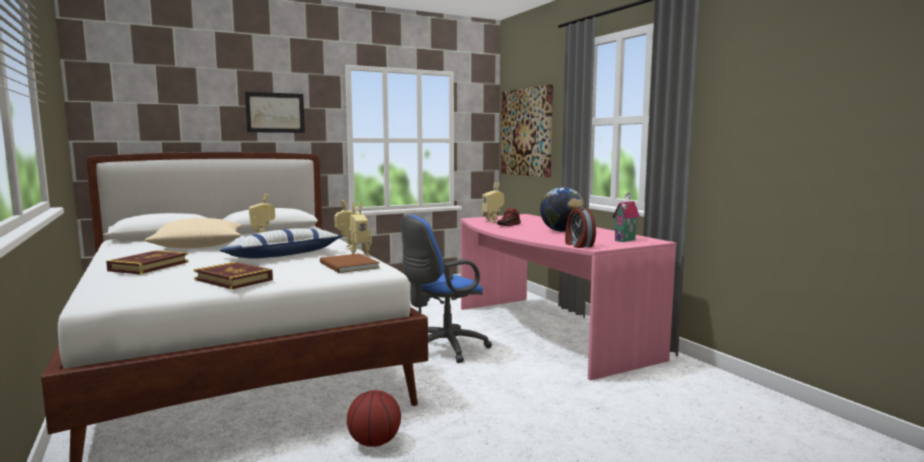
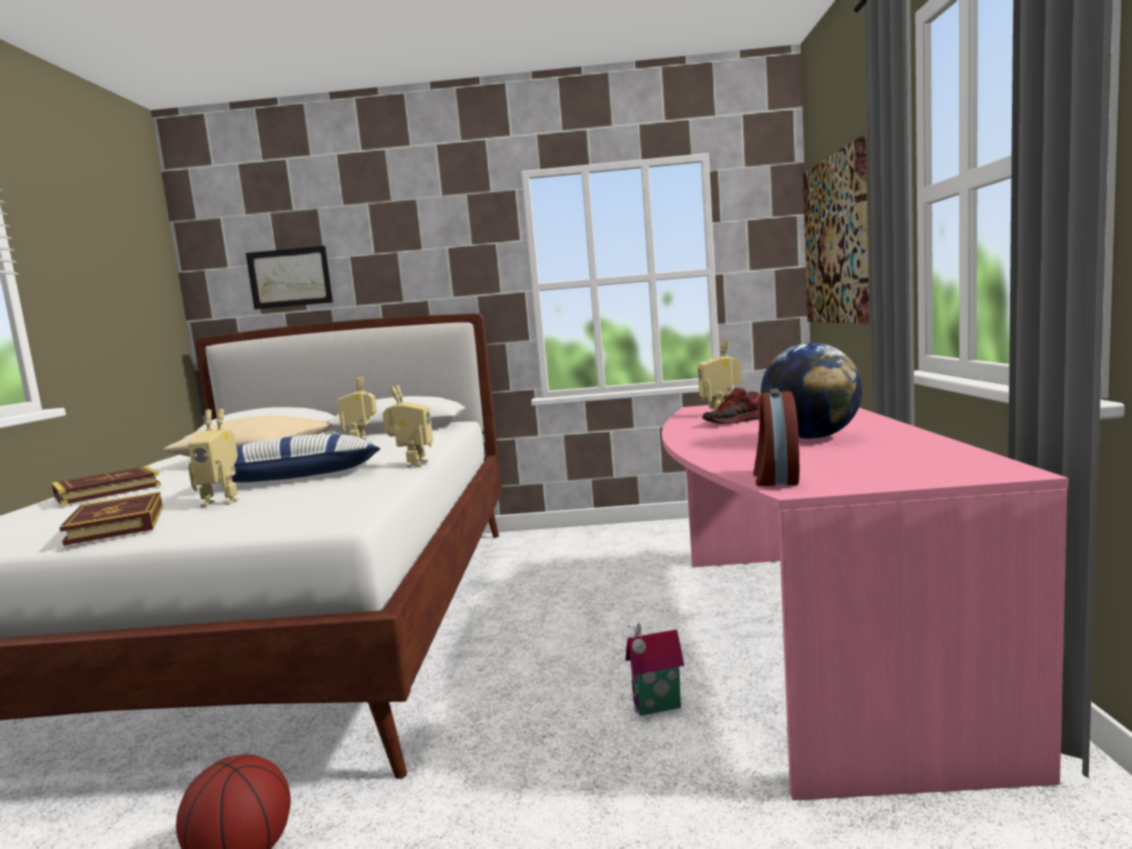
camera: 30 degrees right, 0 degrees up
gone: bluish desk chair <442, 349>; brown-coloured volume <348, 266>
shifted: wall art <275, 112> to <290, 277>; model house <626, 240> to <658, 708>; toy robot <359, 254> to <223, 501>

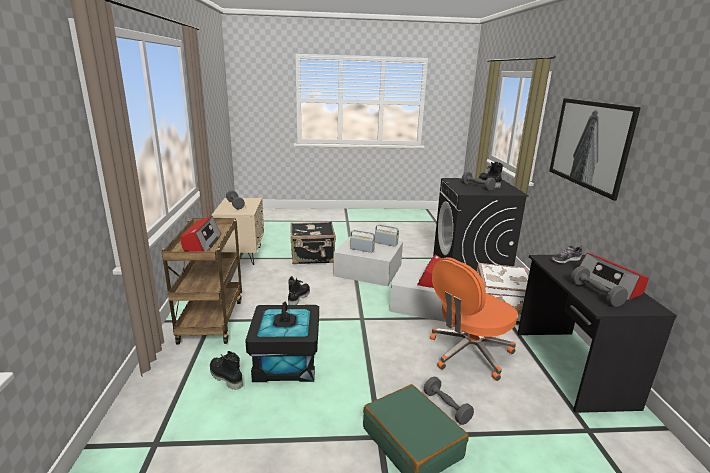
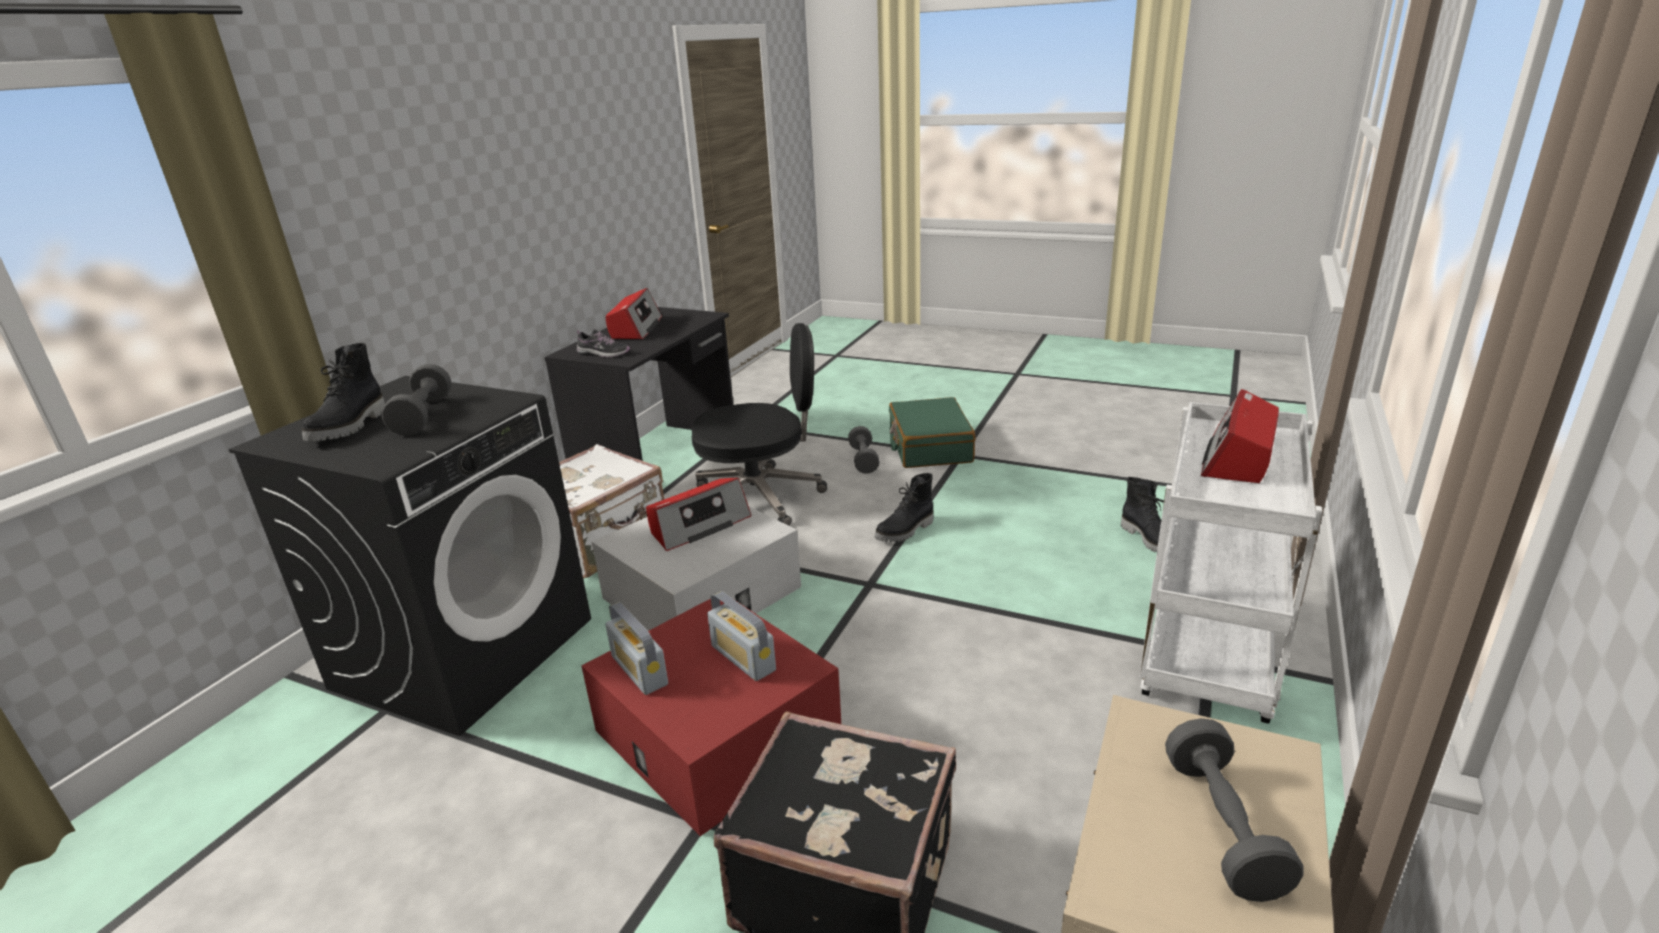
camera: 150 degrees left, 5 degrees up
gone: wall art <589, 144>; grey hand weight <595, 294>; black-coloured storage bin <286, 362>
shifted: black-coloured boot <298, 297> to <905, 531>
repainted: brown-coloured trolley <211, 320> to white trolley <1210, 656>; white storage bin <368, 270> to red-coloured storage bin <717, 733>; orange desk chair <468, 353> to black-coloured desk chair <760, 497>

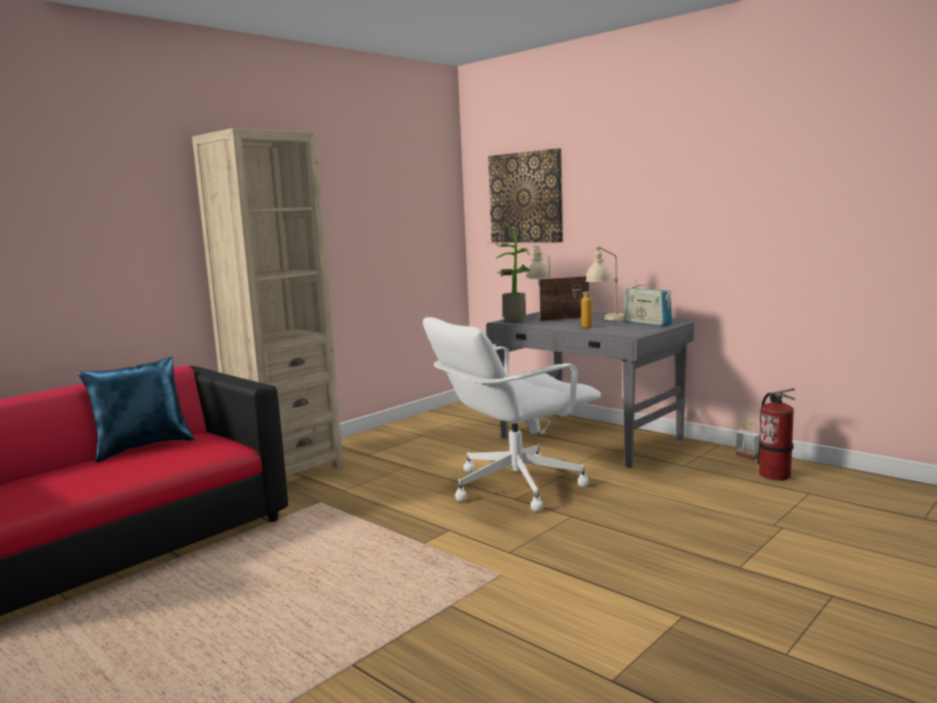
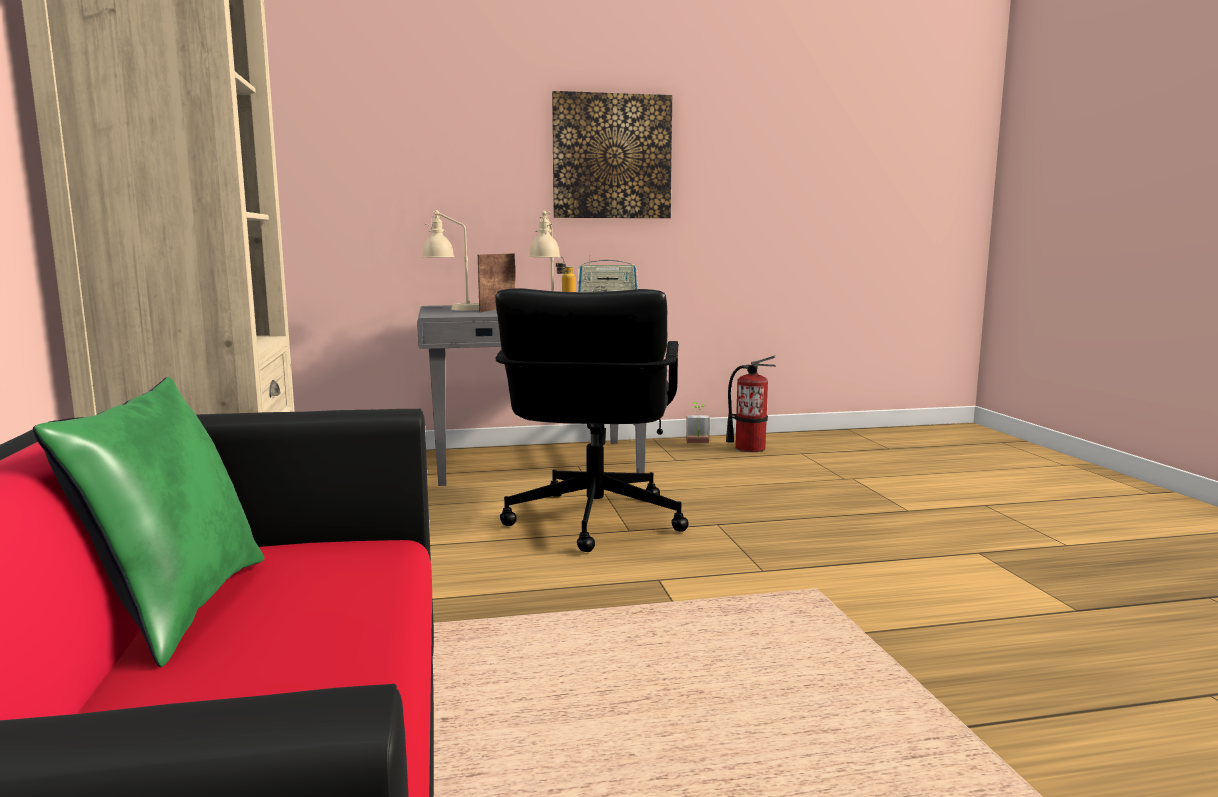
camera: 55 degrees left, 0 degrees up
gone: plant in a pot <514, 320>
shifted: wall art <526, 197> to <612, 156>
repainted: white desk chair <514, 486> to black-coloured desk chair <593, 520>; bluish pillow <143, 448> to green pillow <178, 608>

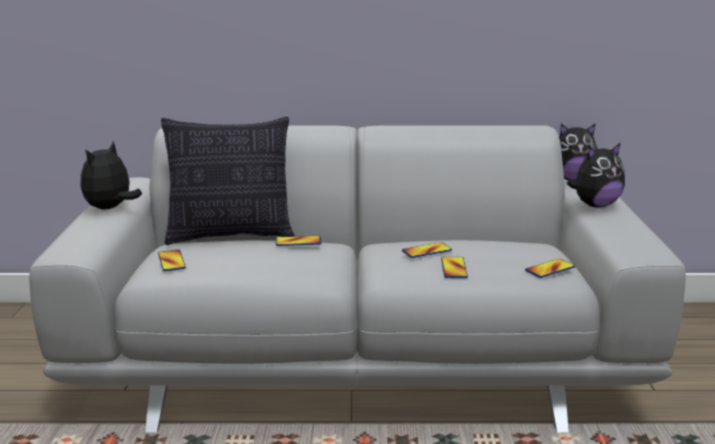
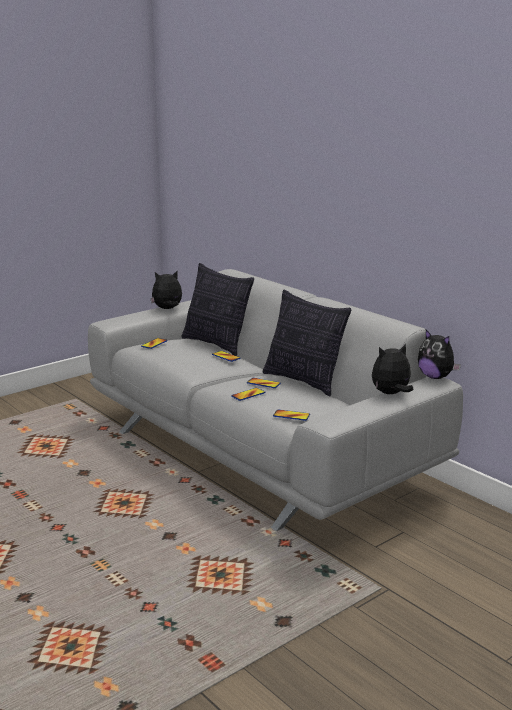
camera: 50 degrees right, 0 degrees up
new: pillow <304, 381>
rotated: cuddly toy <595, 205> = <391, 394> 135 degrees clockwise

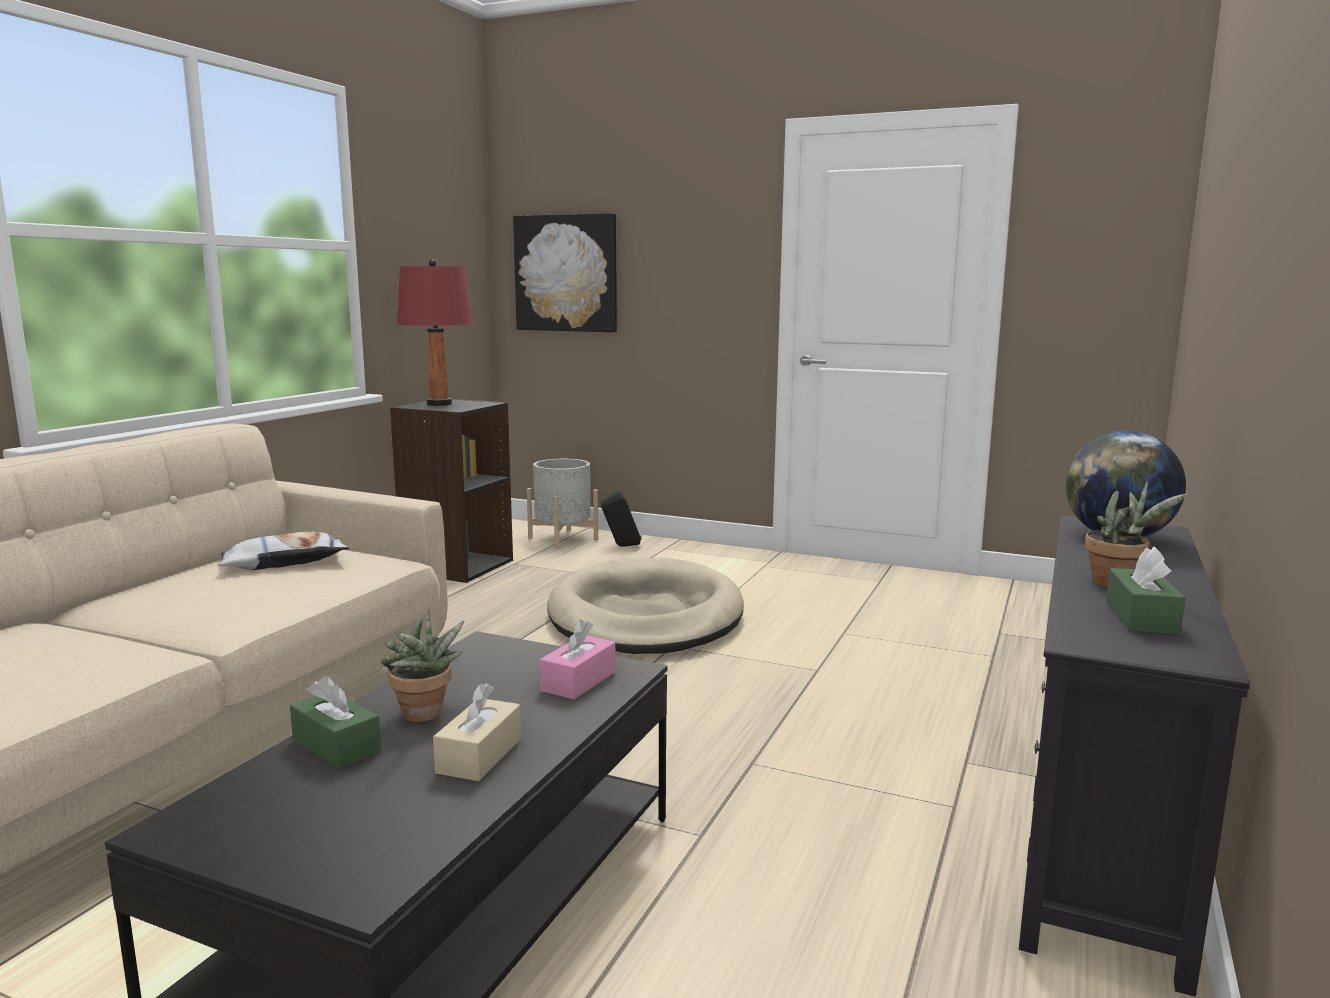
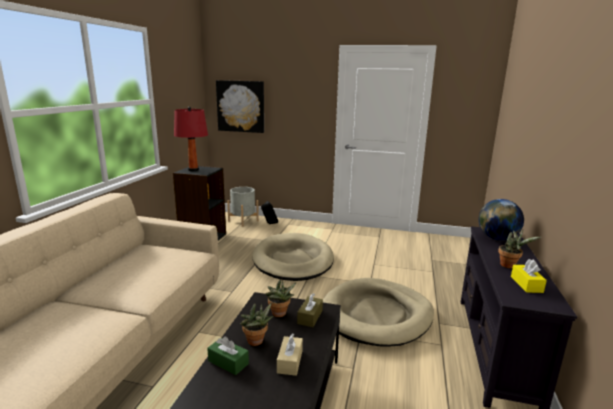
camera: 10 degrees left, 5 degrees up
gone: pillow <284, 562>
new: beige dog bed <376, 315>; plant in a pot <279, 314>
repainted: green tissue box <1141, 618> to yellow tissue box <526, 284>; pinkish tissue box <578, 681> to brown-coloured tissue box <310, 317>

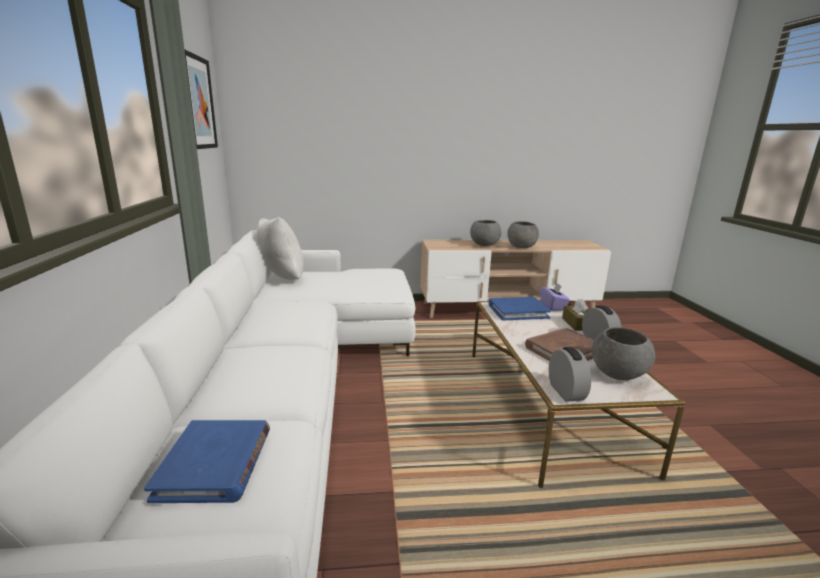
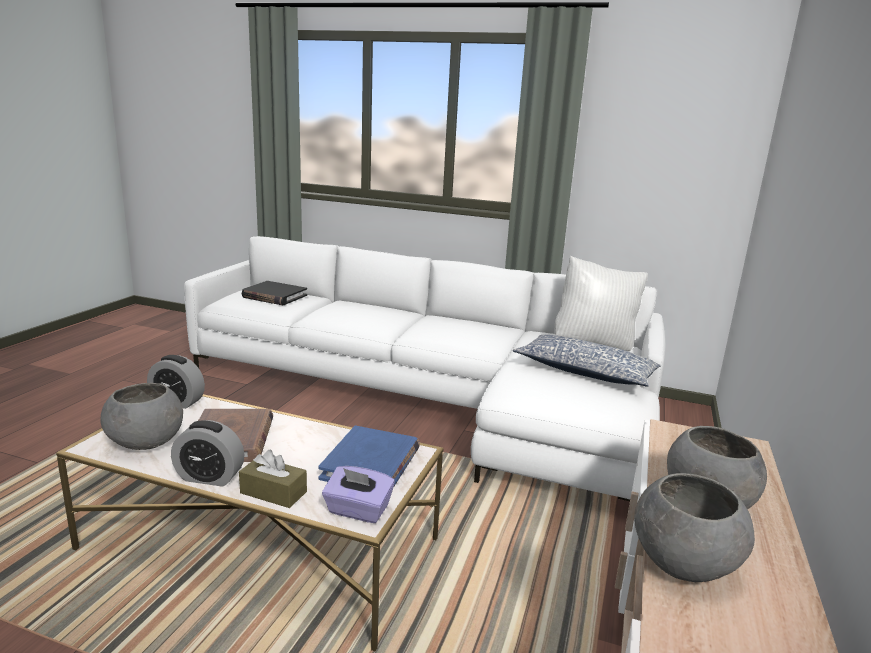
camera: 115 degrees right, 0 degrees up
gone: wall art <198, 103>
new: pillow <585, 372>
repainted: bluish volume <215, 464> to black-coloured volume <274, 296>

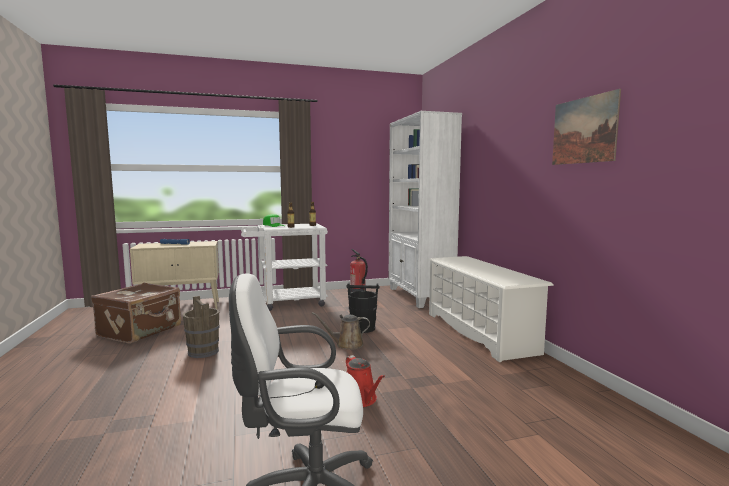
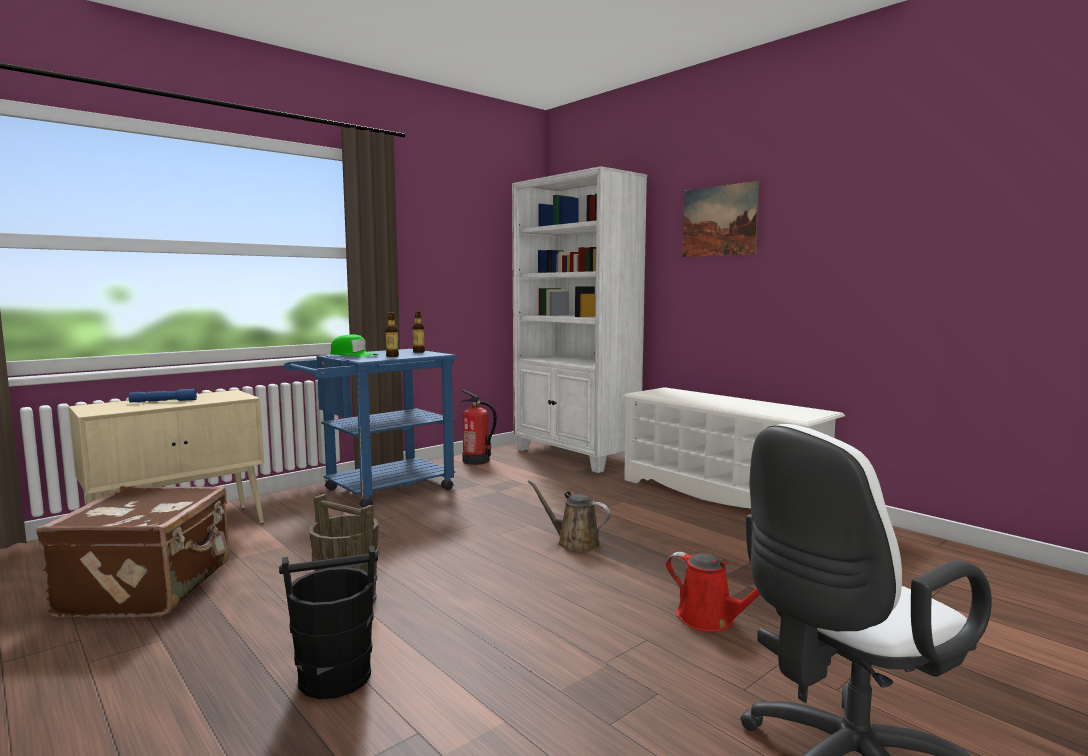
camera: 25 degrees left, 0 degrees up
shifted: wall art <584, 130> to <719, 221>; black-coloured water bucket <363, 328> to <335, 677>
repainted: white trolley <287, 302> to bluish trolley <379, 491>
rotated: brown-coloured watering can <346, 345> = <574, 543> 60 degrees clockwise

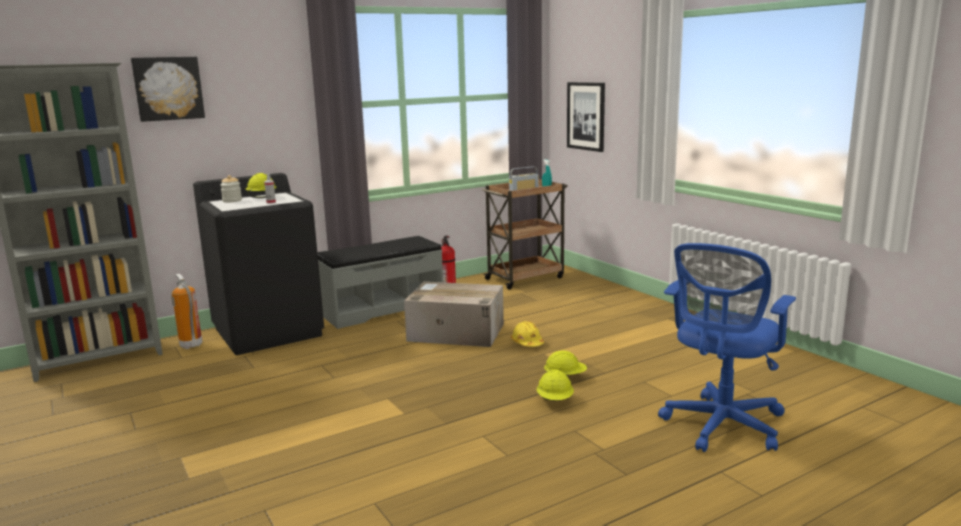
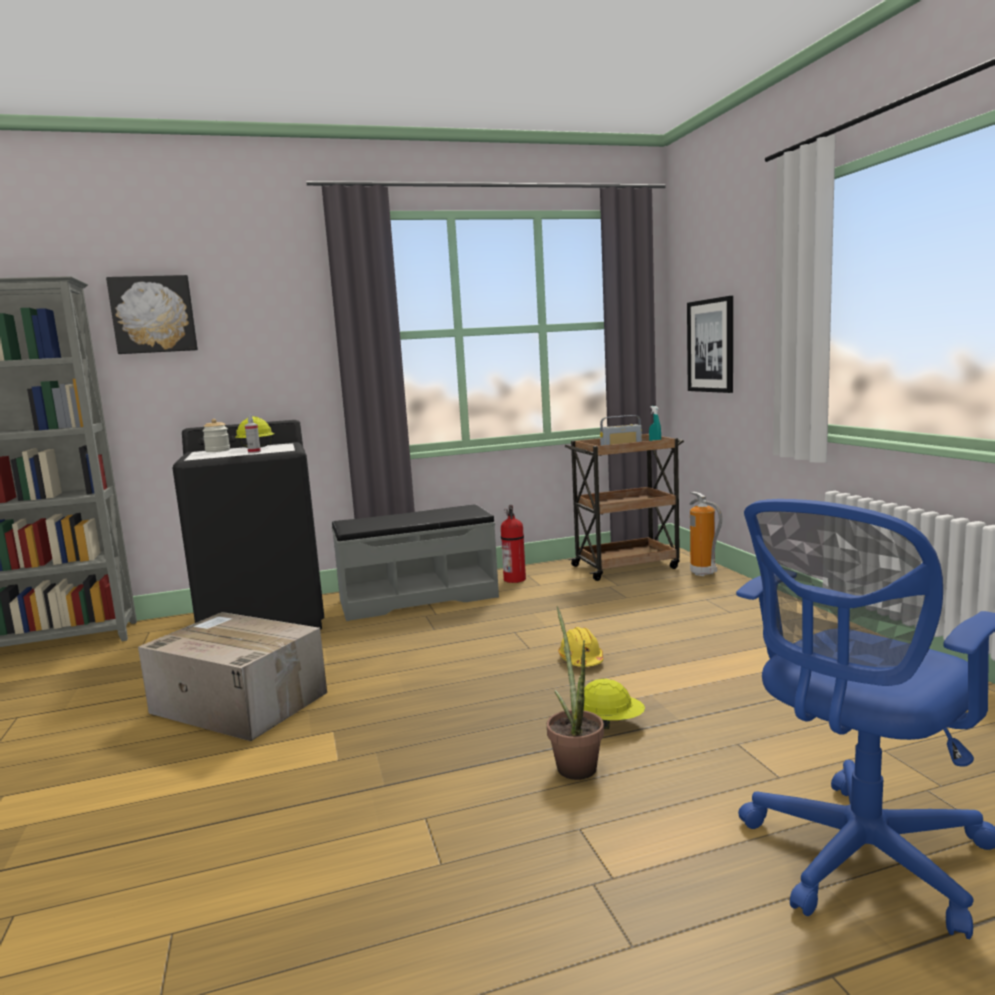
camera: 15 degrees right, 5 degrees down
shifted: fire-fighting cylinder <191, 346> to <703, 573>; carton <454, 332> to <237, 702>
swapped: yellow hard hat <555, 400> to plant in a pot <575, 763>

